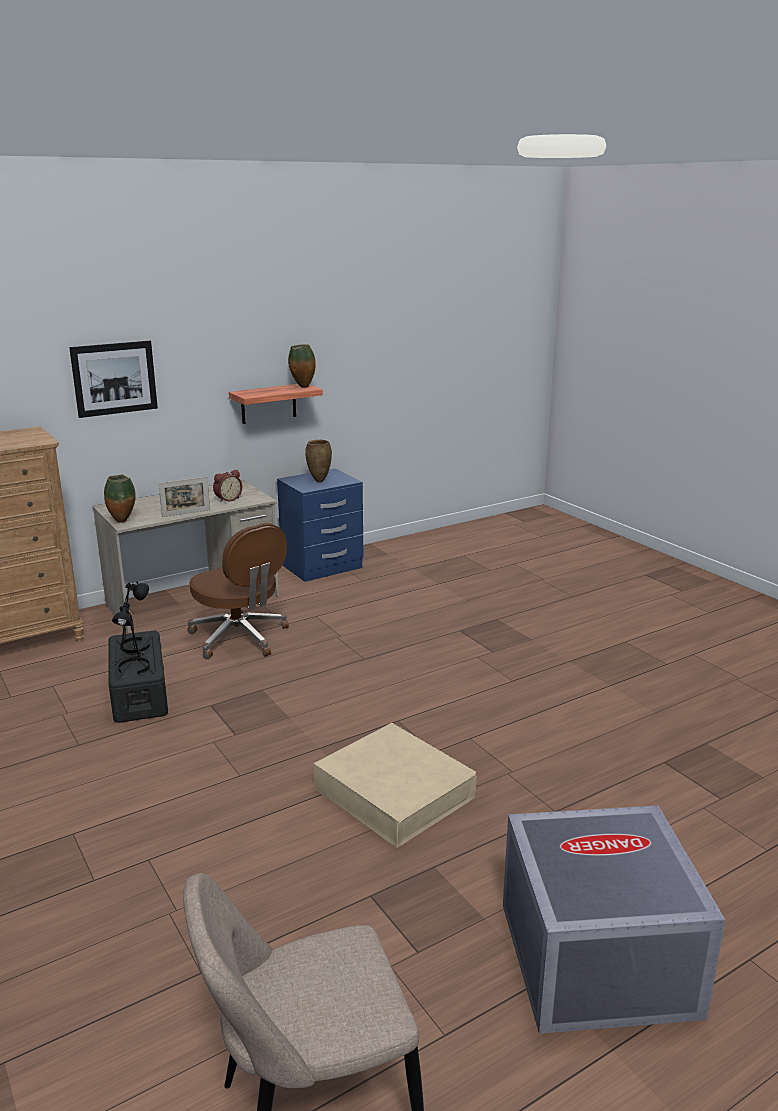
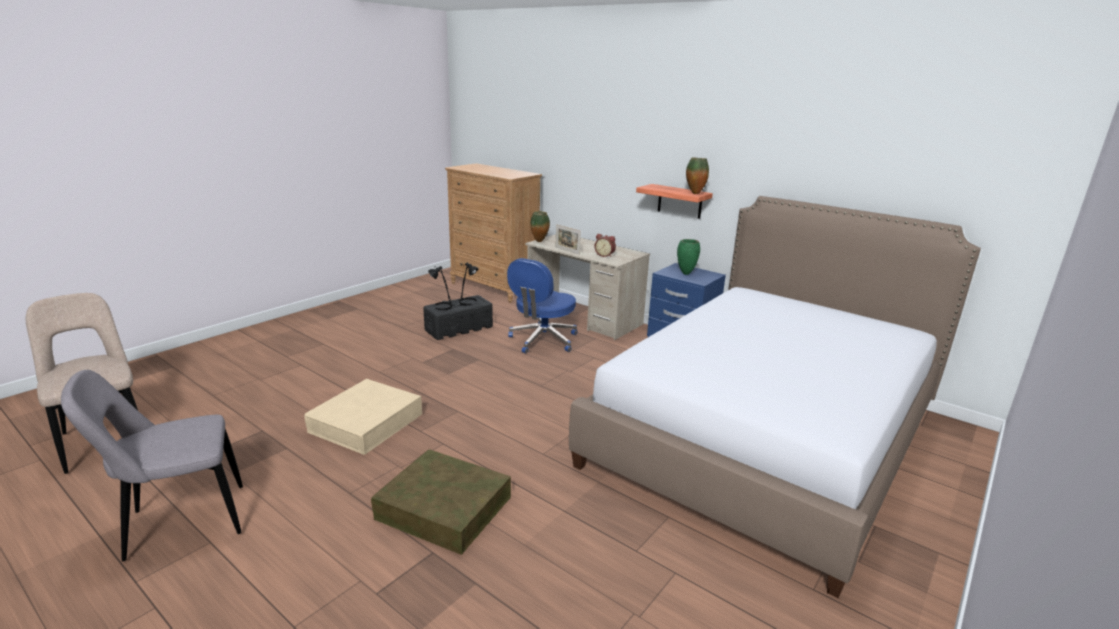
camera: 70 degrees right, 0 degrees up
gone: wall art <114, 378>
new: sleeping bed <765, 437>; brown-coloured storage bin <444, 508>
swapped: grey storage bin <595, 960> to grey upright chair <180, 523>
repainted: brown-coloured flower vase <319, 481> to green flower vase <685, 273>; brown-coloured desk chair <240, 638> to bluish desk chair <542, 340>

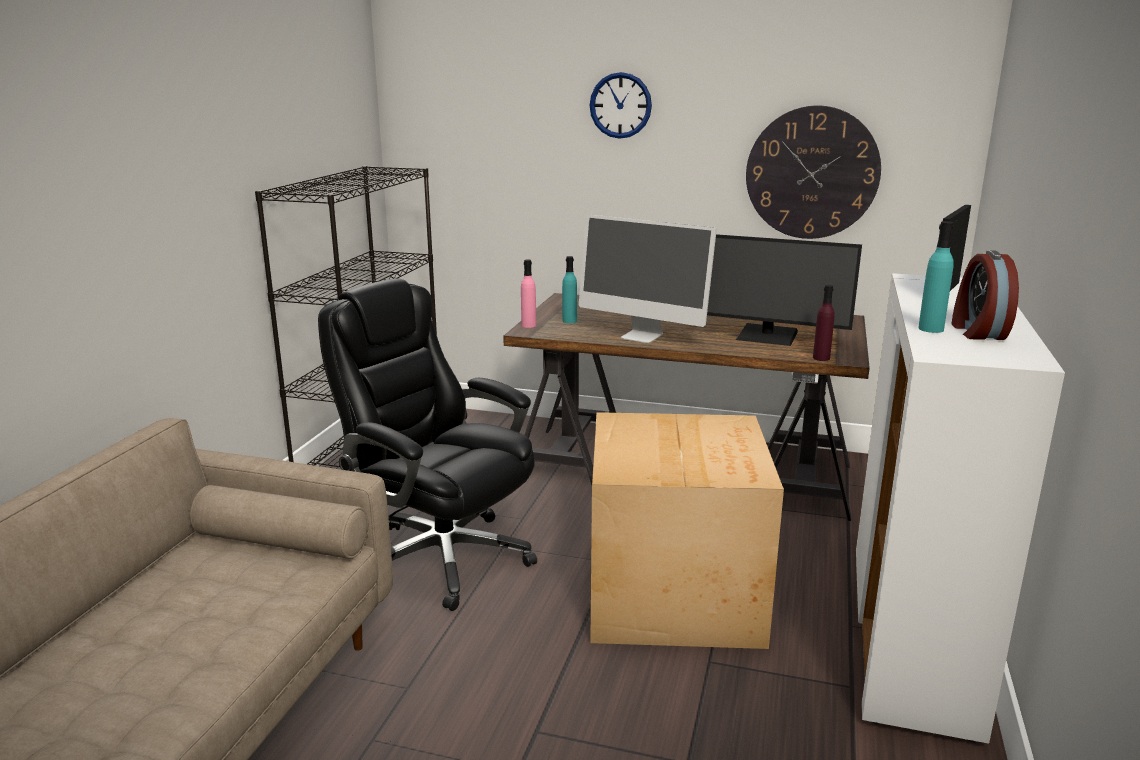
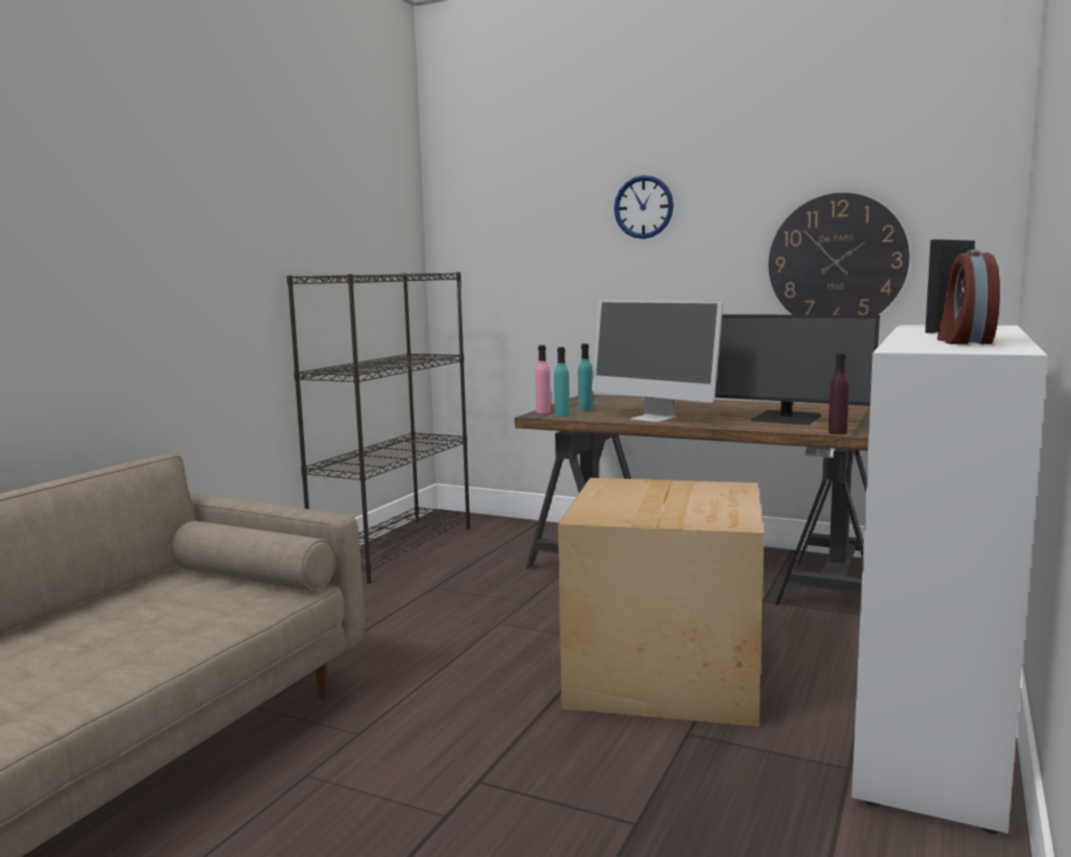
camera: 10 degrees right, 10 degrees down
gone: black-coloured desk chair <441, 556>
shifted: turquoise beverage bottle <930, 329> to <562, 415>

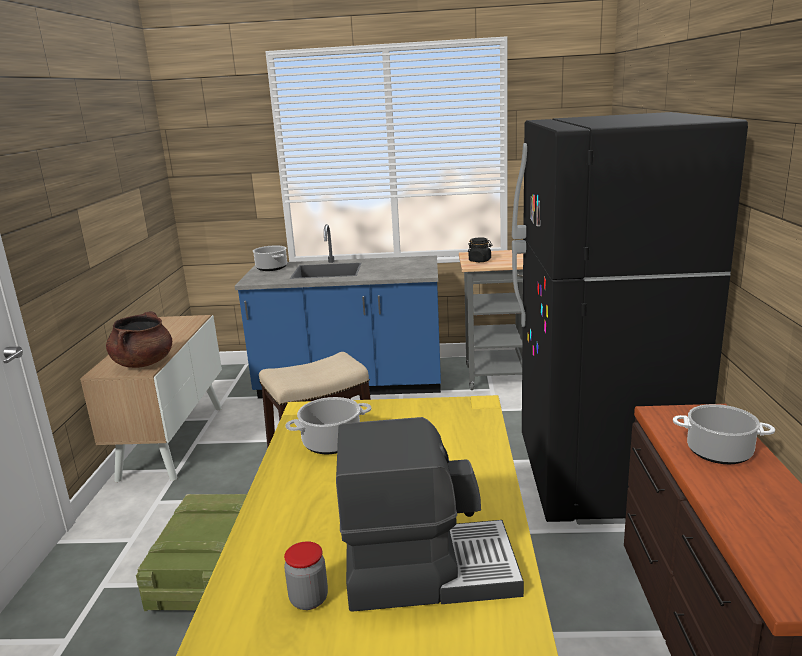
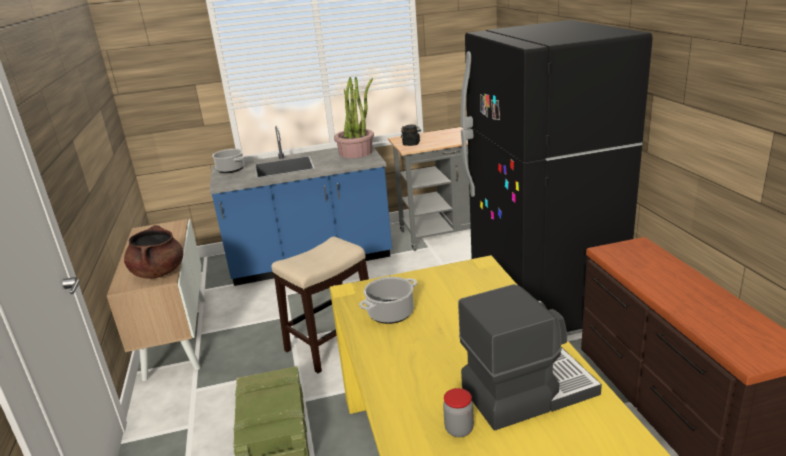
camera: 15 degrees left, 5 degrees up
gone: saucepot <720, 452>
new: plant in a pot <356, 152>

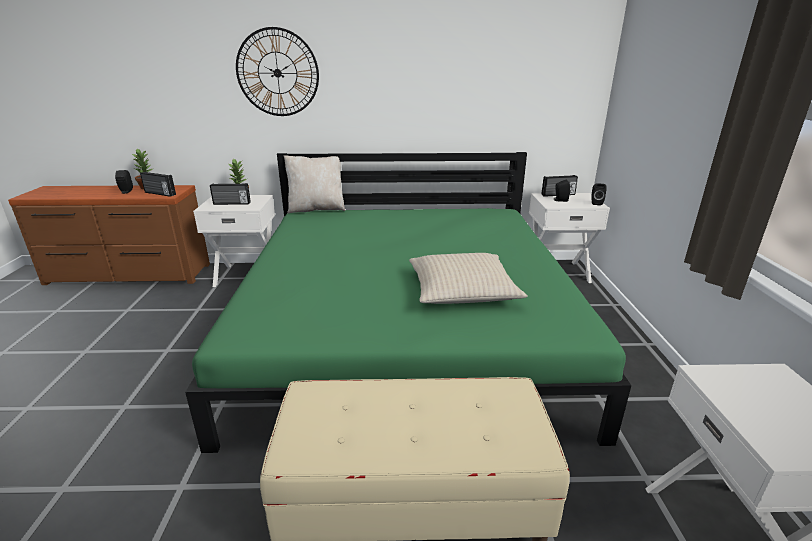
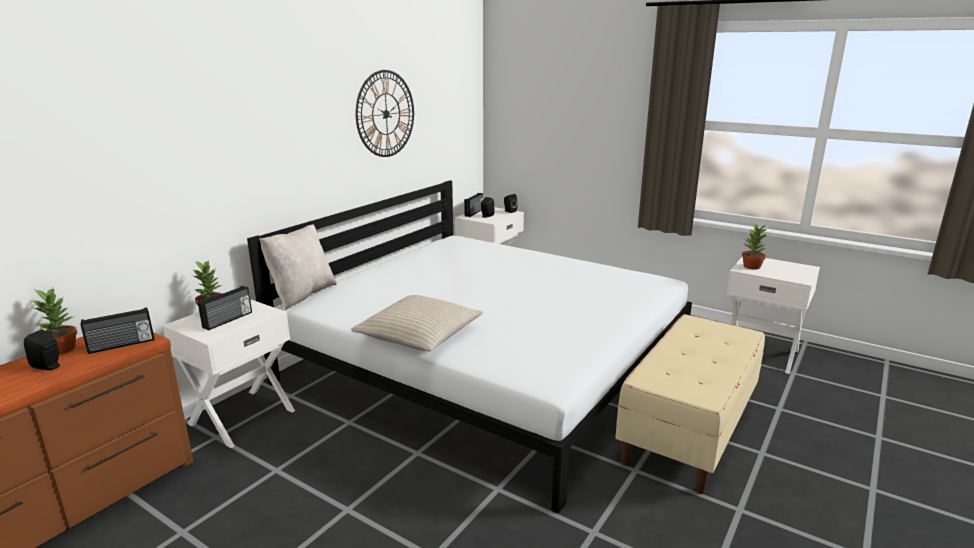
camera: 55 degrees left, 5 degrees down
new: plant in a pot <752, 267>
shifted: wall clock <277, 73> to <386, 114>; beige pillow <462, 290> to <419, 334>
repainted: green sleeping bed <406, 328> to white sleeping bed <487, 364>

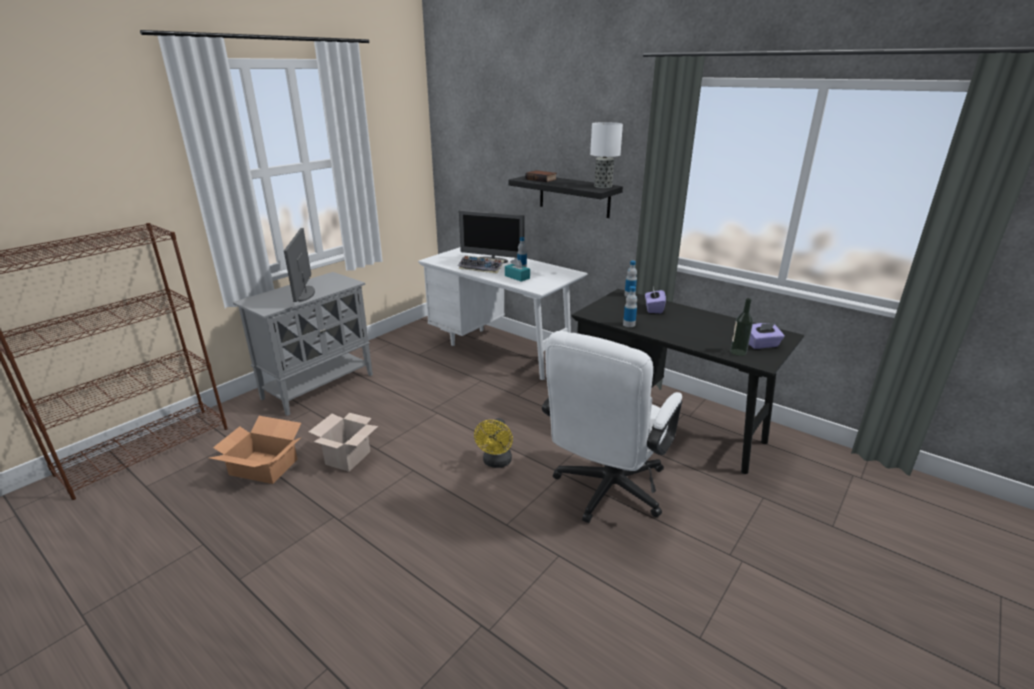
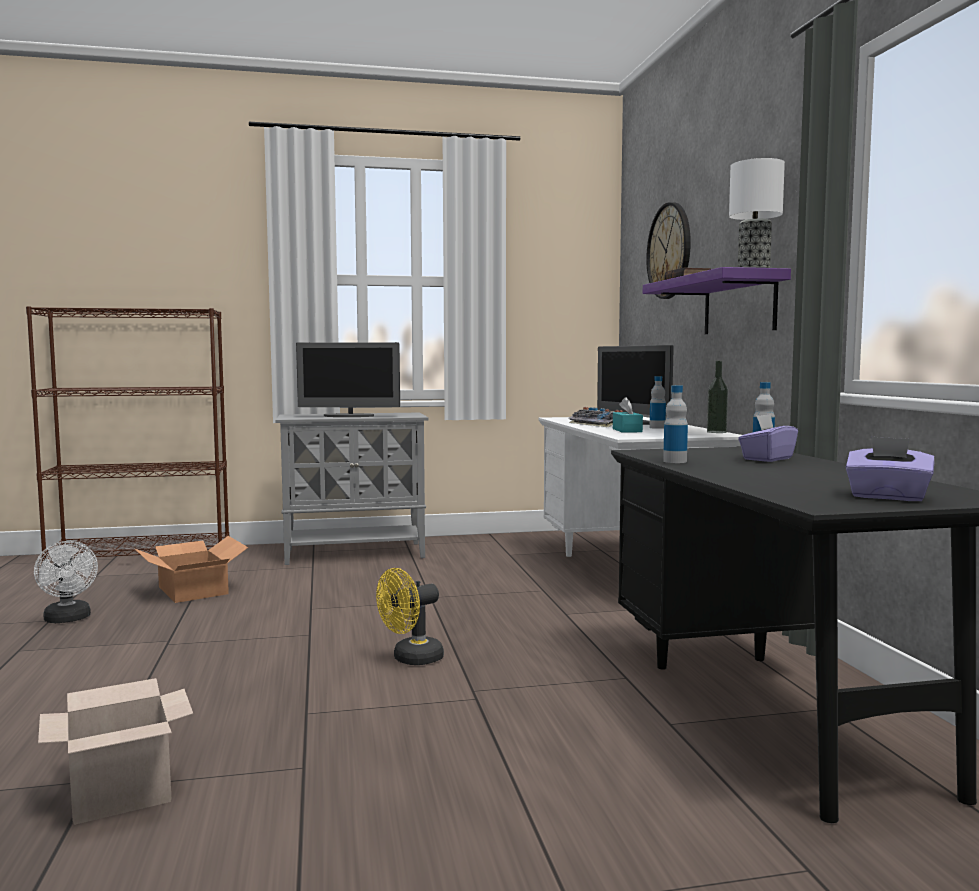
camera: 40 degrees right, 20 degrees down
gone: white desk chair <605, 492>
new: wall clock <669, 251>; white cooling fan <68, 619>
shifted: beverage bottle <738, 352> to <716, 432>; carton <348, 458> to <118, 797>
repainted: black-coloured shelf <574, 196> to purple shelf <739, 305>
rotated: computer display <304, 294> = <349, 416> 120 degrees counterclockwise

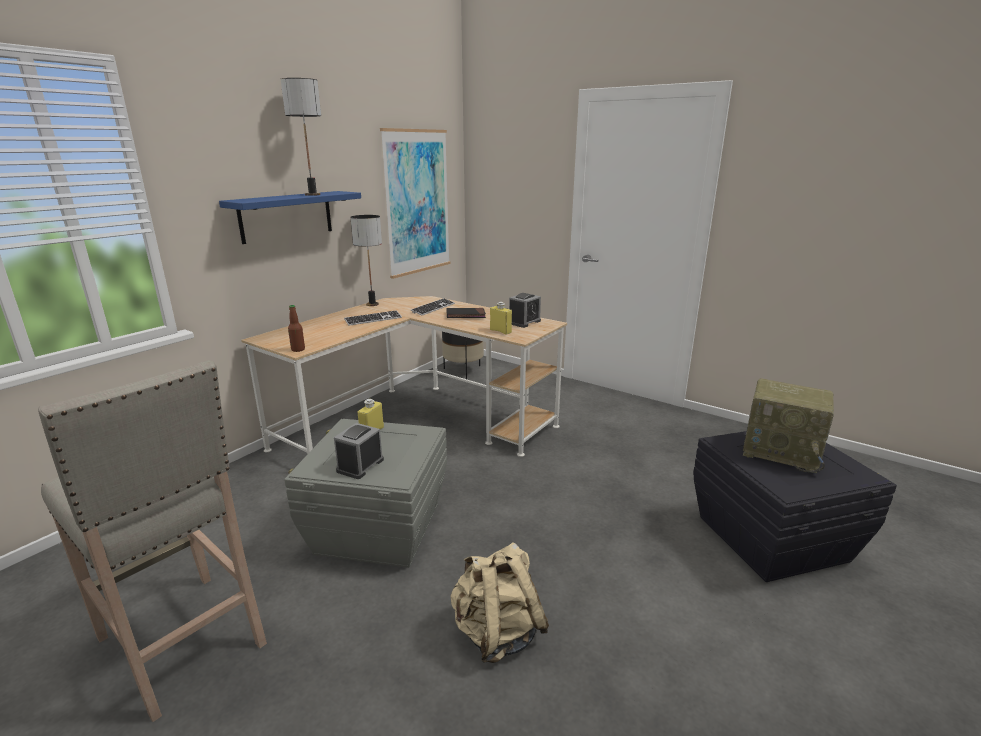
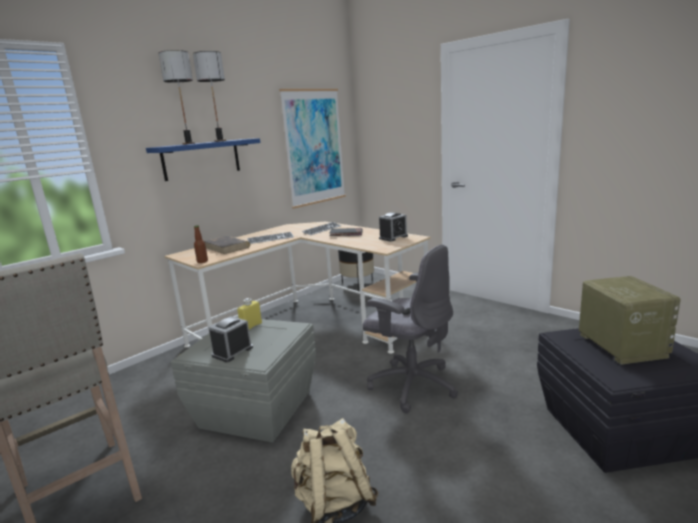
camera: 10 degrees right, 5 degrees down
gone: yellow beverage bottle <500, 331>
new: brown-coloured volume <227, 247>; grey desk chair <411, 385>
shifted: lamp for a table <372, 304> to <189, 144>
rotated: radio receiver <782, 452> = <619, 345> 135 degrees counterclockwise

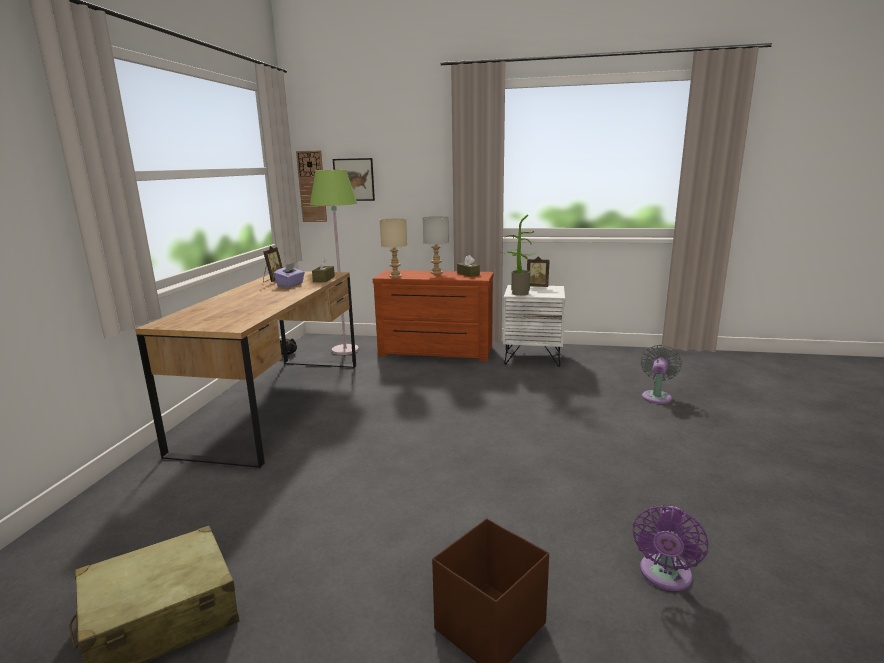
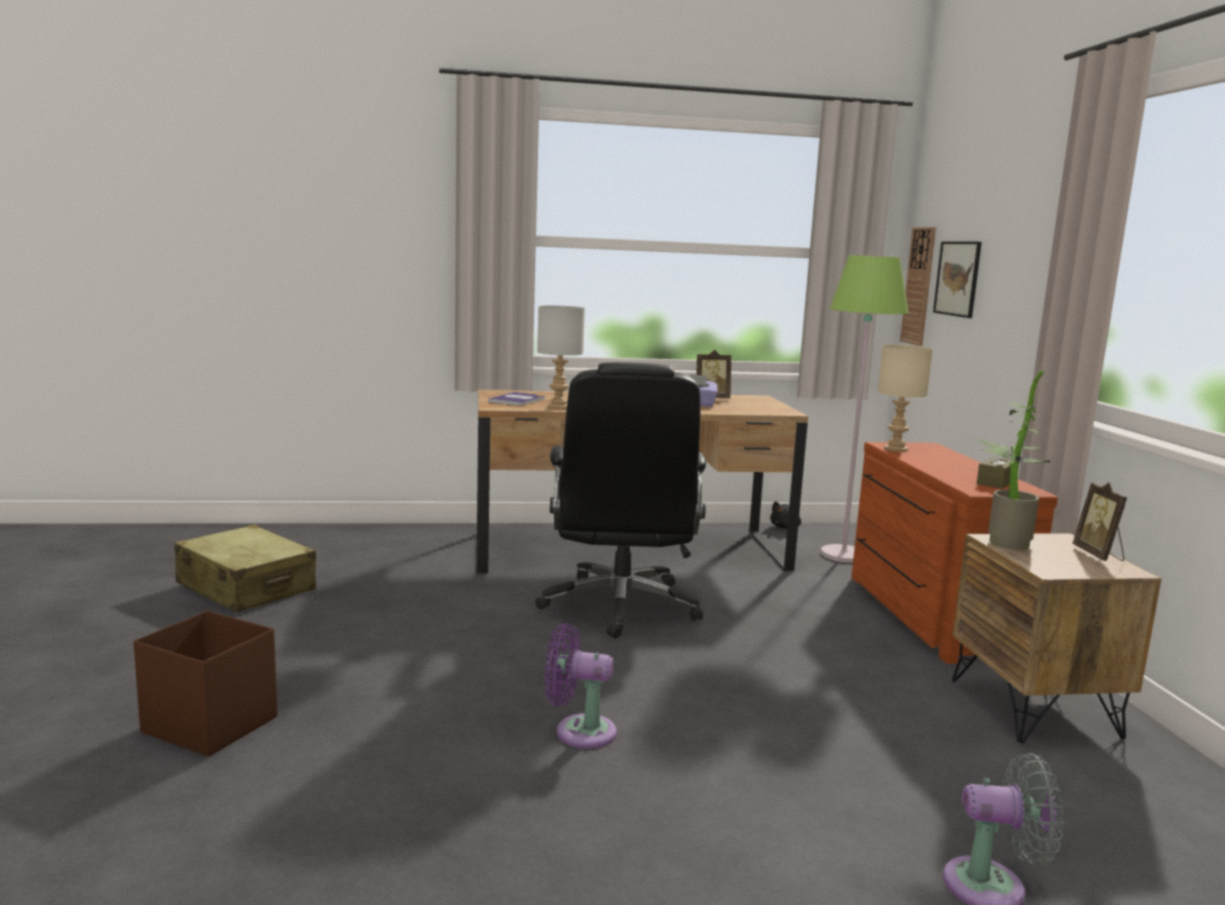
camera: 70 degrees right, 5 degrees down
gone: brown-coloured tissue box <324, 279>
new: black-coloured desk chair <620, 606>; volume <518, 400>
shifted: grey lamp for a table <436, 272> to <559, 407>; purple cooling fan <664, 576> to <579, 731>
repainted: white night table <532, 357> to brown-coloured night table <1035, 708>

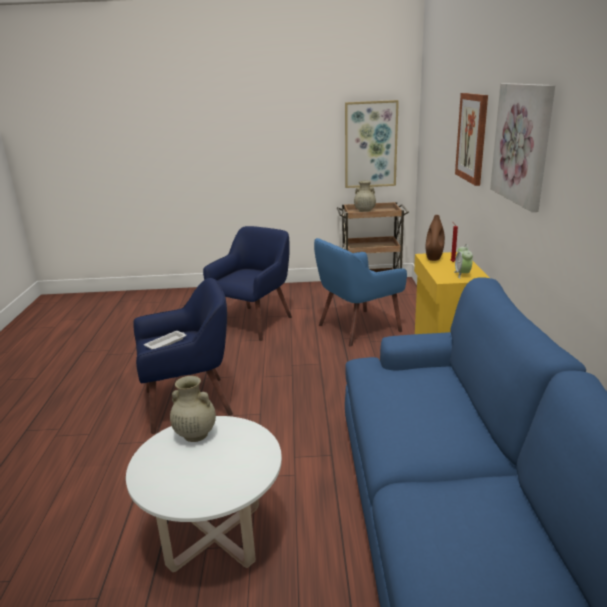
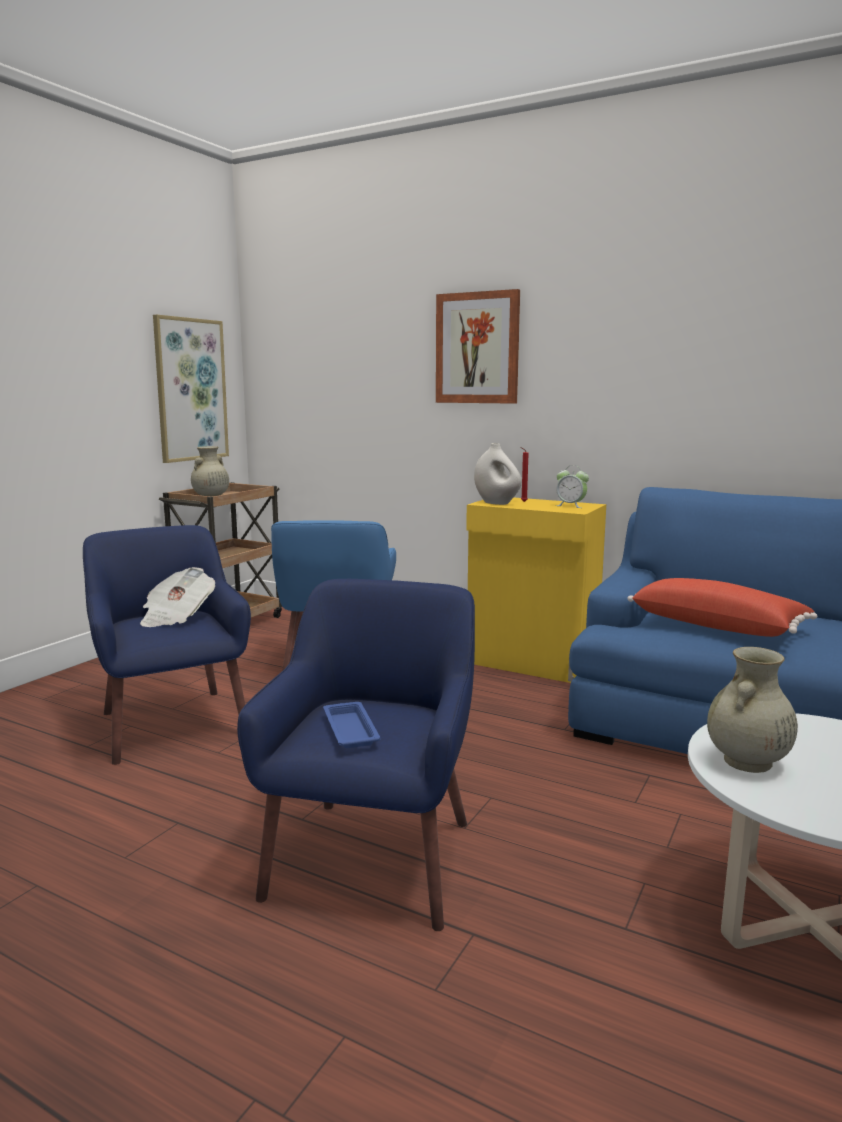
camera: 60 degrees left, 10 degrees down
gone: wall art <523, 144>
new: newspaper <176, 617>; red-coloured pillow <717, 626>
repainted: brown-coloured flower vase <434, 258> to white flower vase <496, 503>; white tray <166, 342> to bluish tray <350, 729>

